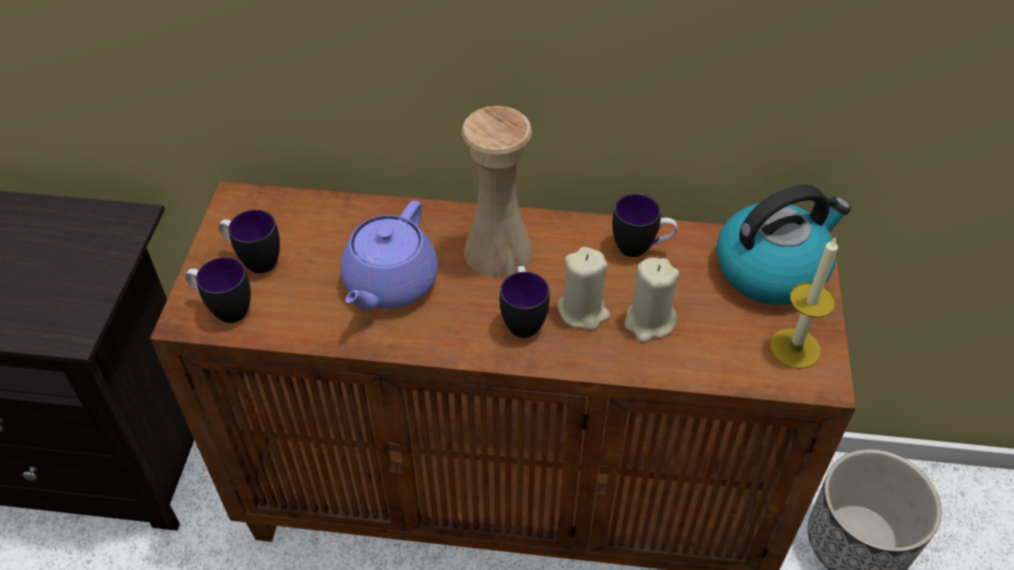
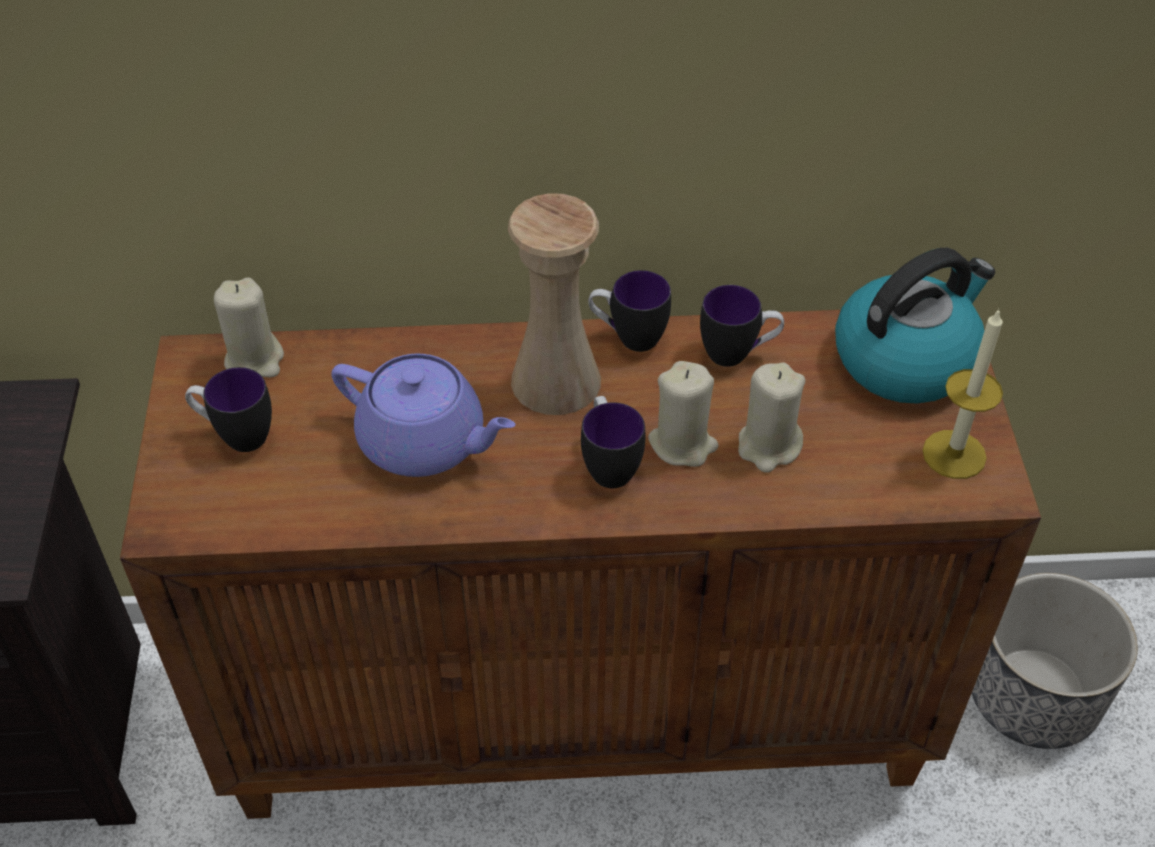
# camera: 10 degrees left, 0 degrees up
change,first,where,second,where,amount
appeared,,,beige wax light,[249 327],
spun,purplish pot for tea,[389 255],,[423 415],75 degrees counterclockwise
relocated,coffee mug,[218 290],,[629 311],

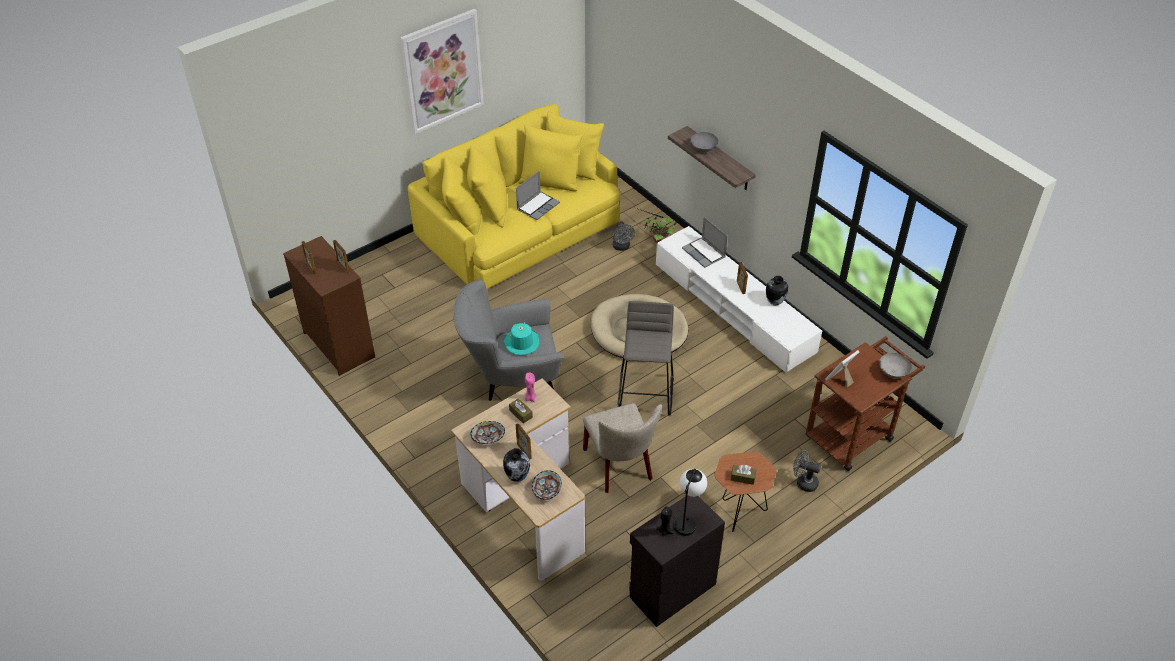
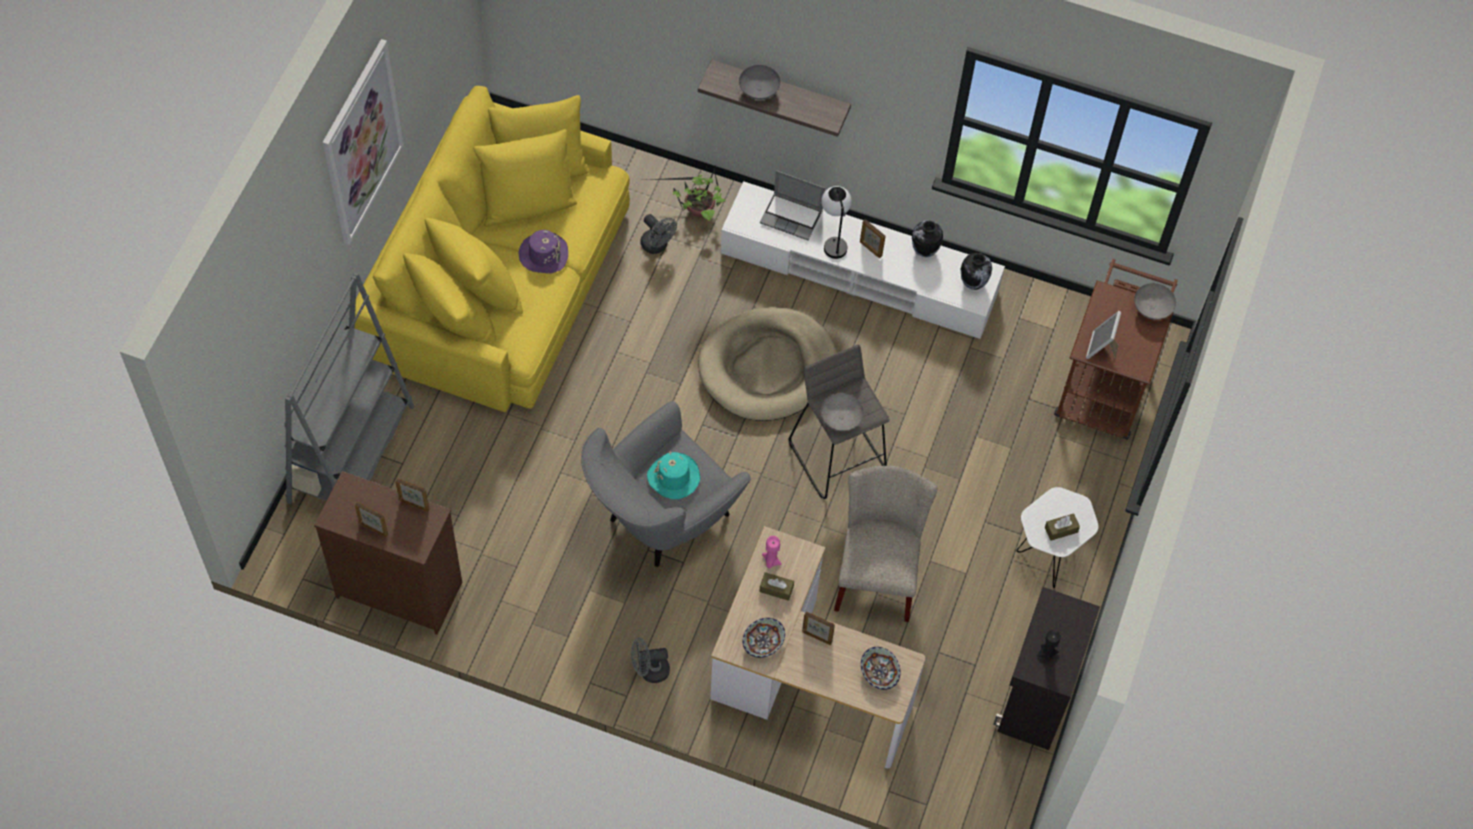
# camera: 35 degrees left, 15 degrees up
change,first,where,second,where,amount
appeared,,,grey bookcase,[349 388],
exchanged,notebook computer,[538 195],purplish clothing hat,[543 252],
relocated,grey cooling fan,[807 471],,[650 660],
relocated,tabletop lamp,[690 502],,[836 222],
appeared,,,grey serving bowl,[842 412],
spun,beige chair,[622 448],,[885 544],120 degrees counterclockwise
relocated,vase,[516 465],,[976 271],
colour,brown-coloured accent table,[746 492],white accent table,[1057 537],

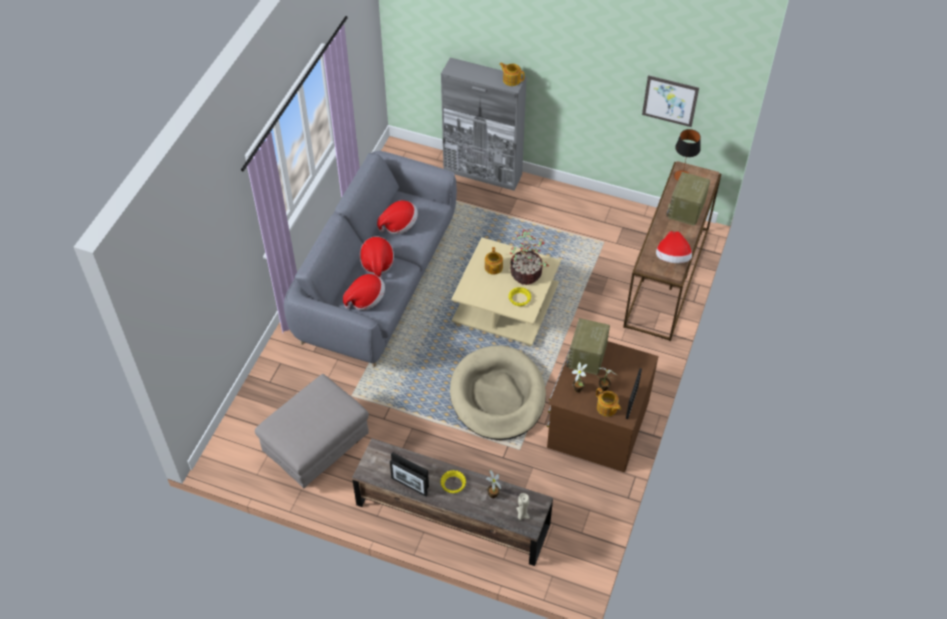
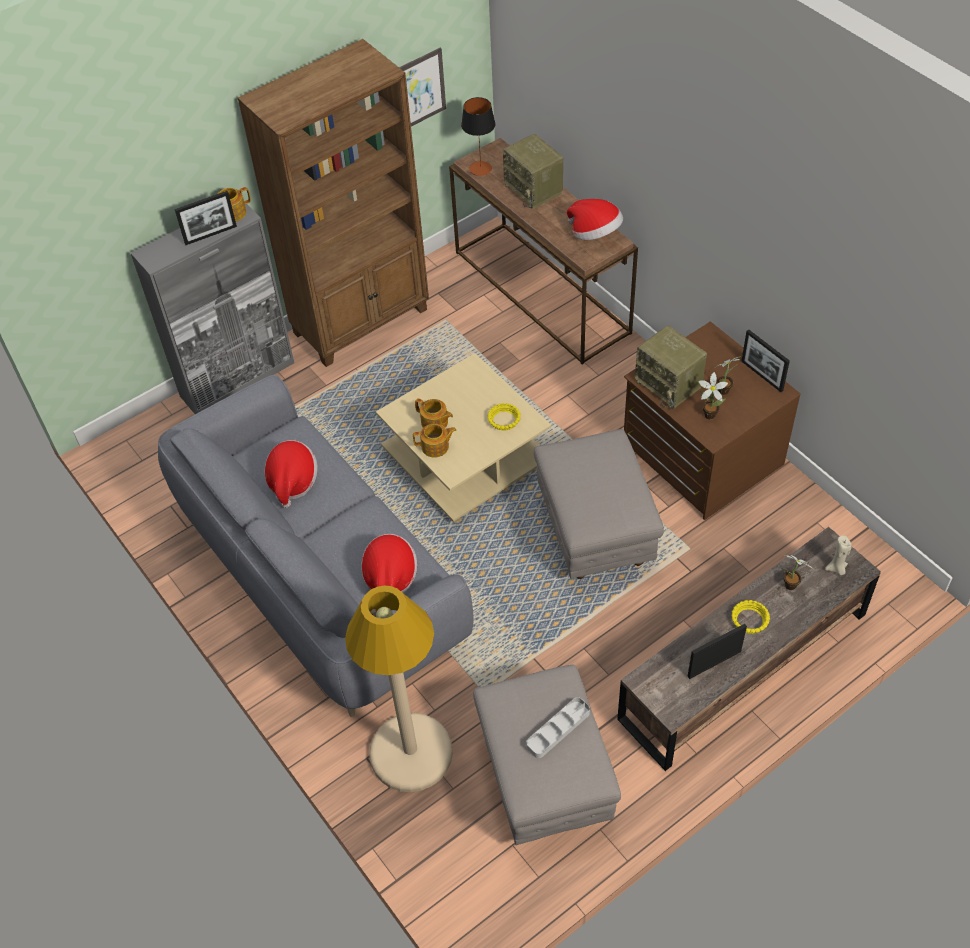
# camera: 55 degrees left, 0 degrees up
change,first,where,second,where,amount
relocated,picture frame,[409 478],,[206 218],
appeared,,,brown-coloured bookcase,[333 203],
appeared,,,beige standard lamp,[399 688],
relocated,pot for tea,[608 402],,[435 440],
appeared,,,grey tray,[558 727],
exchanged,beige dog bed,[498 392],grey ottoman,[599 504],
missing,clothing hat,[377 257],,,
missing,houseplant,[529 257],,,

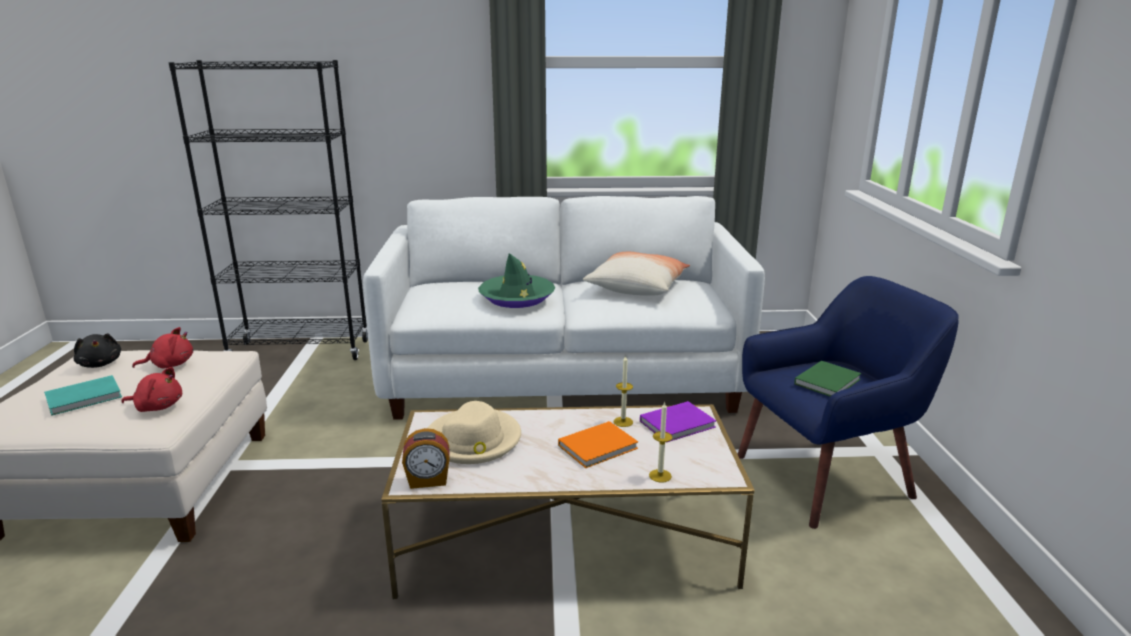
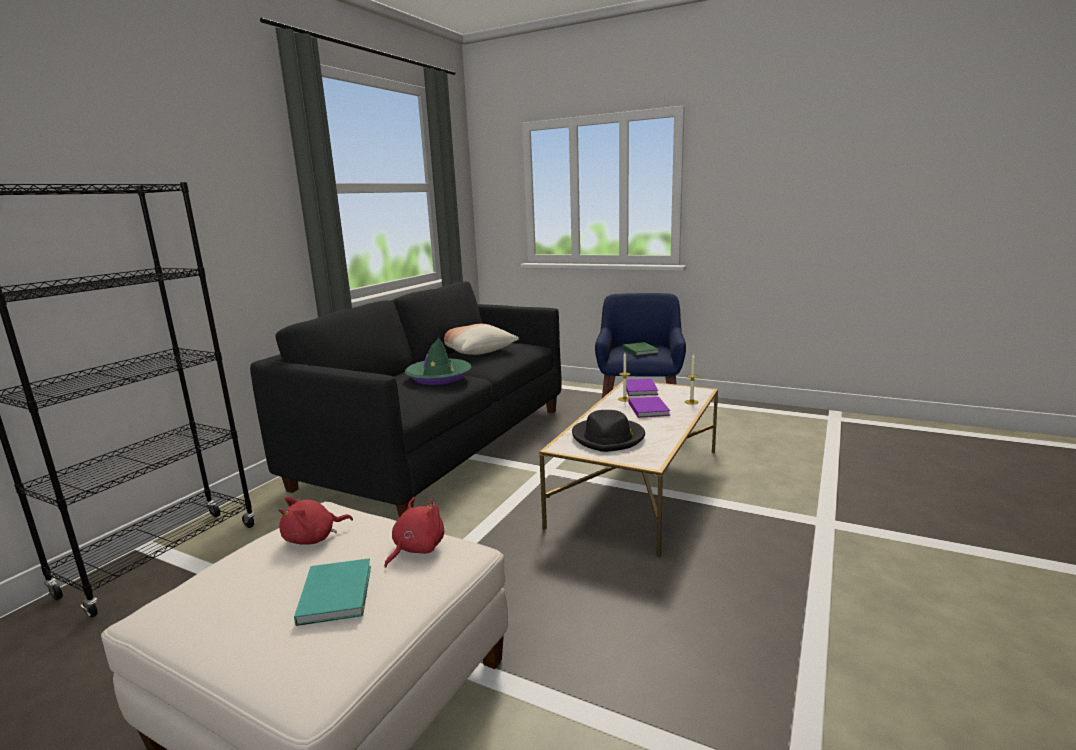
# camera: 60 degrees left, 5 degrees down
change,first,where,second,where,amount
colour,white couch,[564 308],black couch,[406 400],
spun,red plush toy,[162 347],,[315 521],135 degrees counterclockwise
colour,beige clothing hat,[474 432],black clothing hat,[608 431],
colour,orange volume,[598 444],purplish volume,[649 407],
missing,black plush toy,[97 350],,,
missing,bedside clock,[426 458],,,

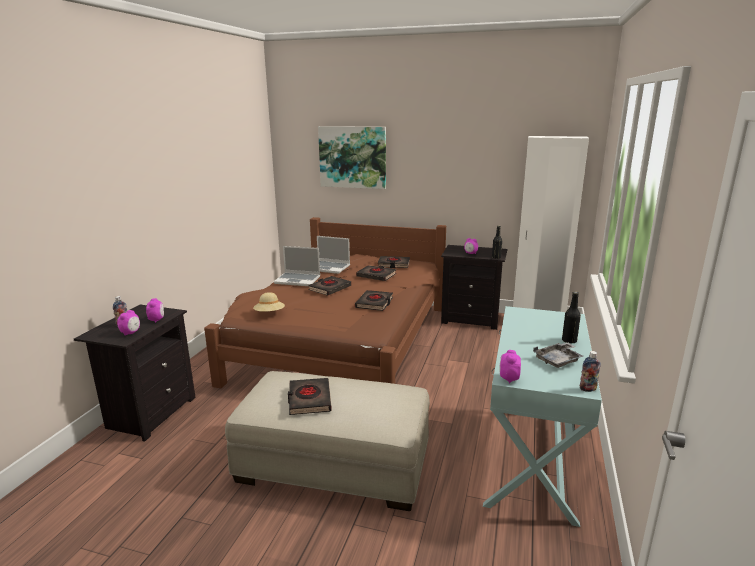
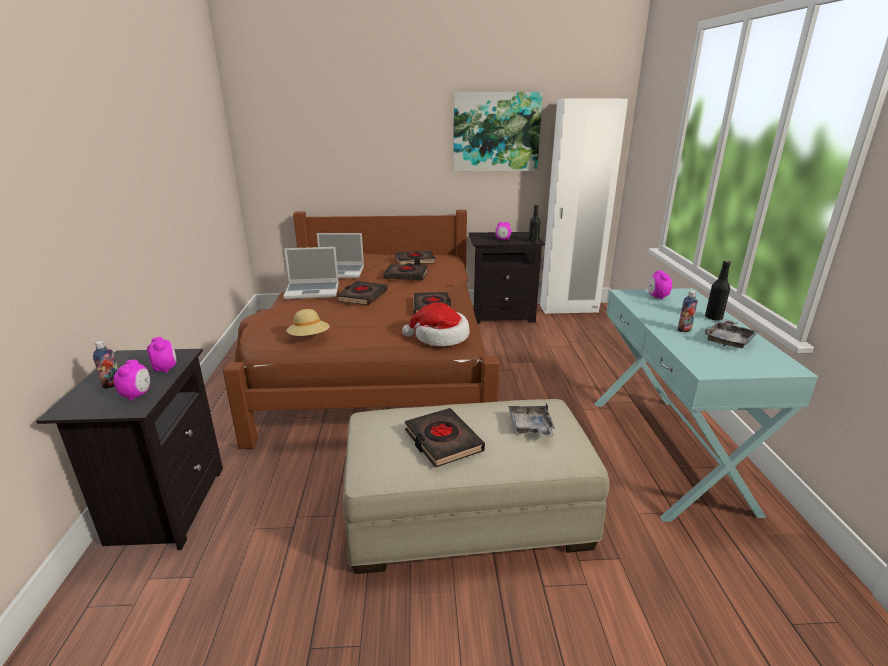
# camera: 20 degrees left, 5 degrees up
change,first,where,second,where,amount
appeared,,,clothing hat,[436 324],
relocated,wall art,[352 157],,[498 131],
appeared,,,grey tray,[531 419],
relocated,bedside clock,[510 367],,[660 285],
relocated,bottle,[590 371],,[687 311],

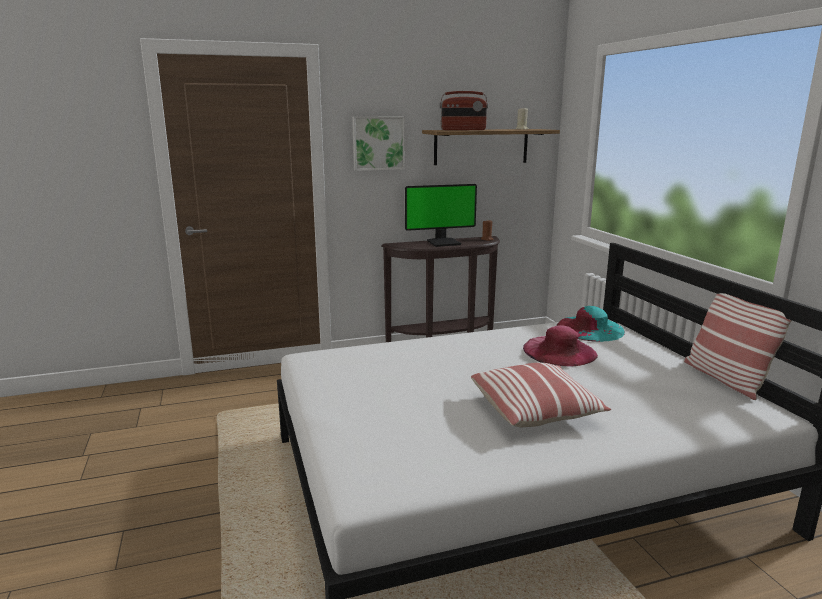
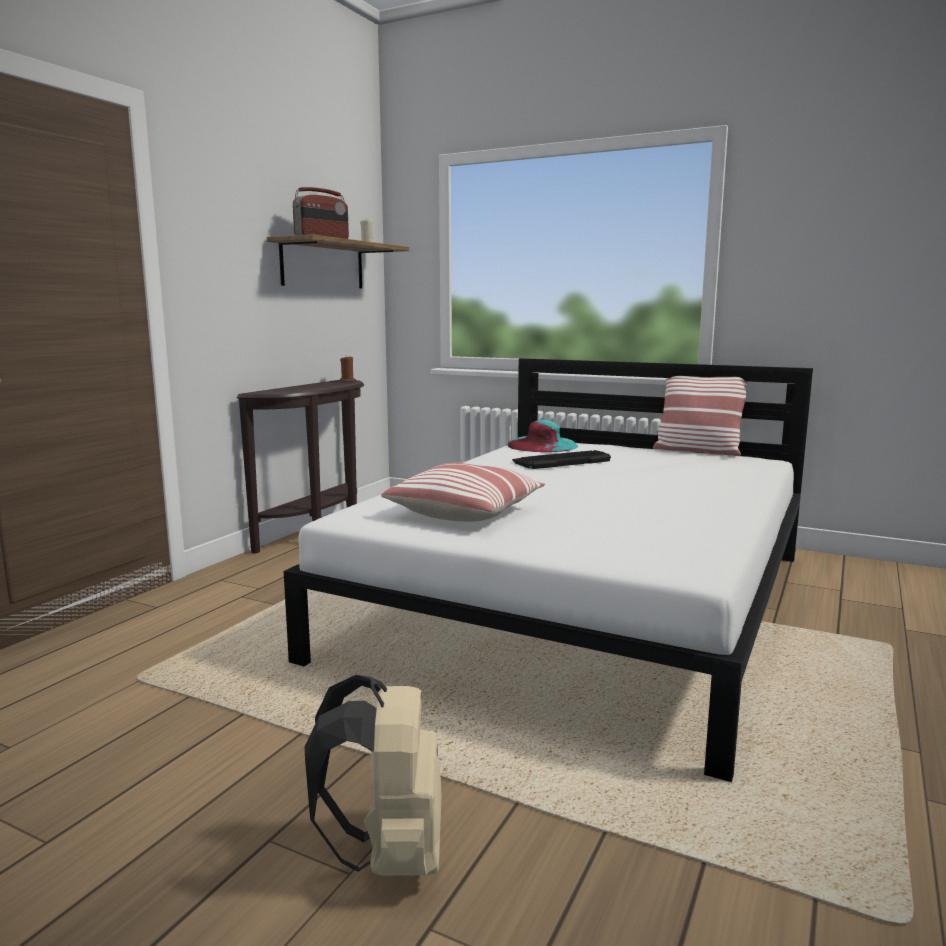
# camera: 45 degrees left, 5 degrees down
change,first,where,second,where,amount
appeared,,,beige knapsack,[373 775],
relocated,cushion,[541 395],,[463 492],
exchanged,pink clothing hat,[560 346],keyboard,[561 459],
missing,wall art,[378 143],,,
missing,computer display,[441 215],,,

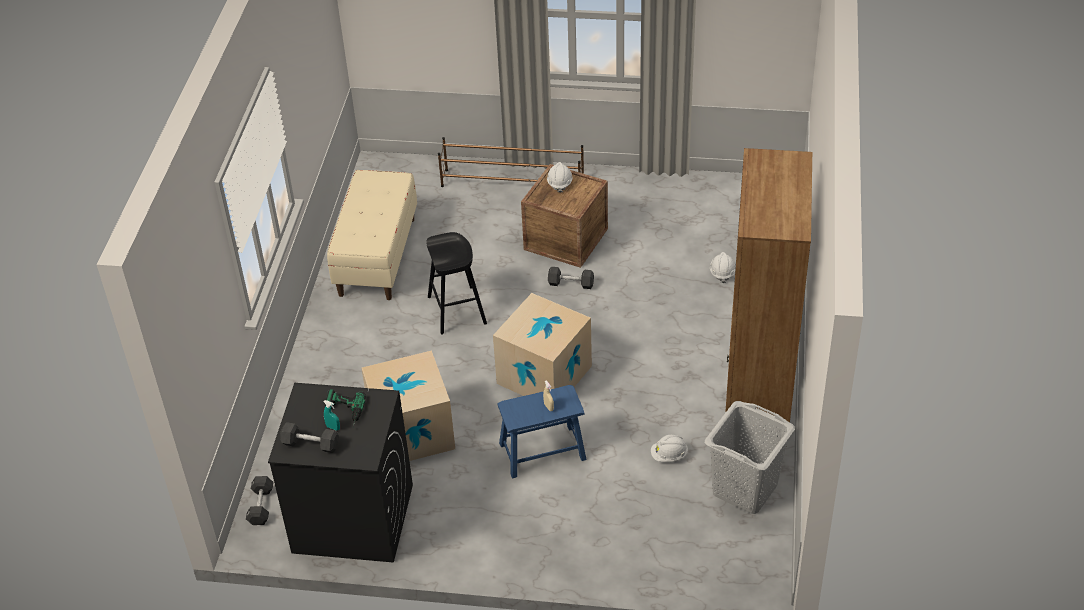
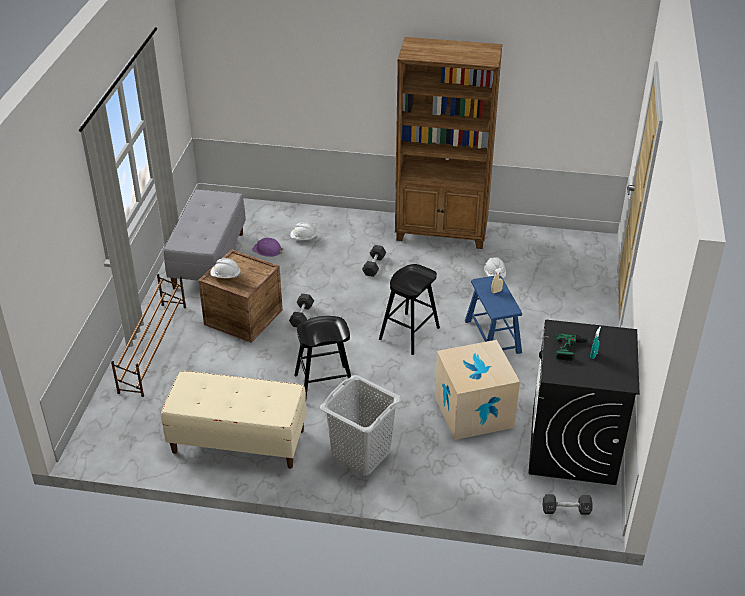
# camera: 90 degrees left, 5 degrees down
change,first,where,second,where,amount
appeared,,,grey long seat,[205 239],
appeared,,,purplish hard hat,[267 247],
relocated,grey hamper,[750 457],,[361 425],
relocated,black hand weight,[309 437],,[374 261],
exchanged,carton,[542 344],black stool seat,[409 309],

